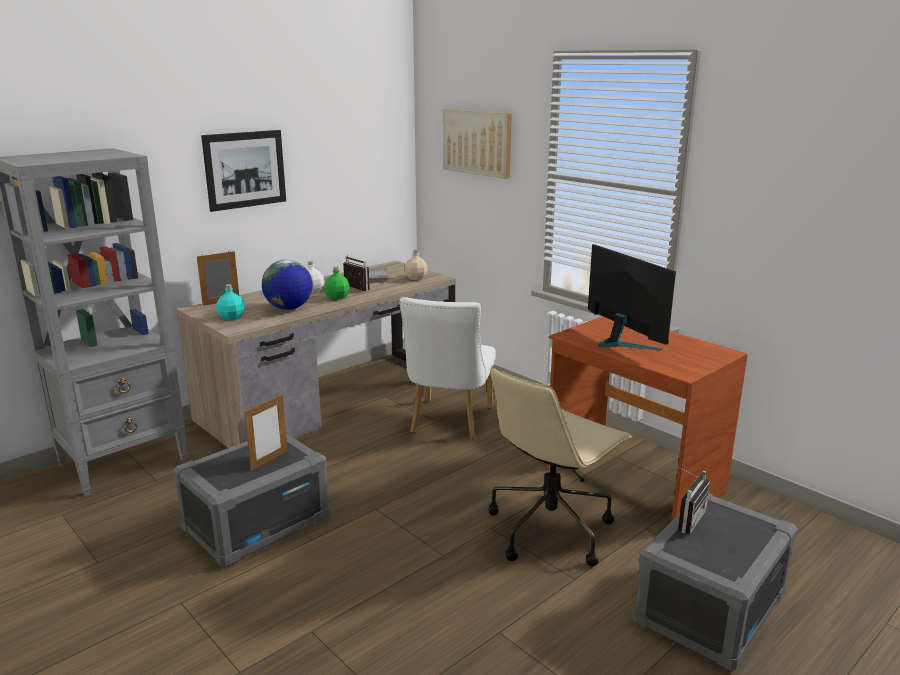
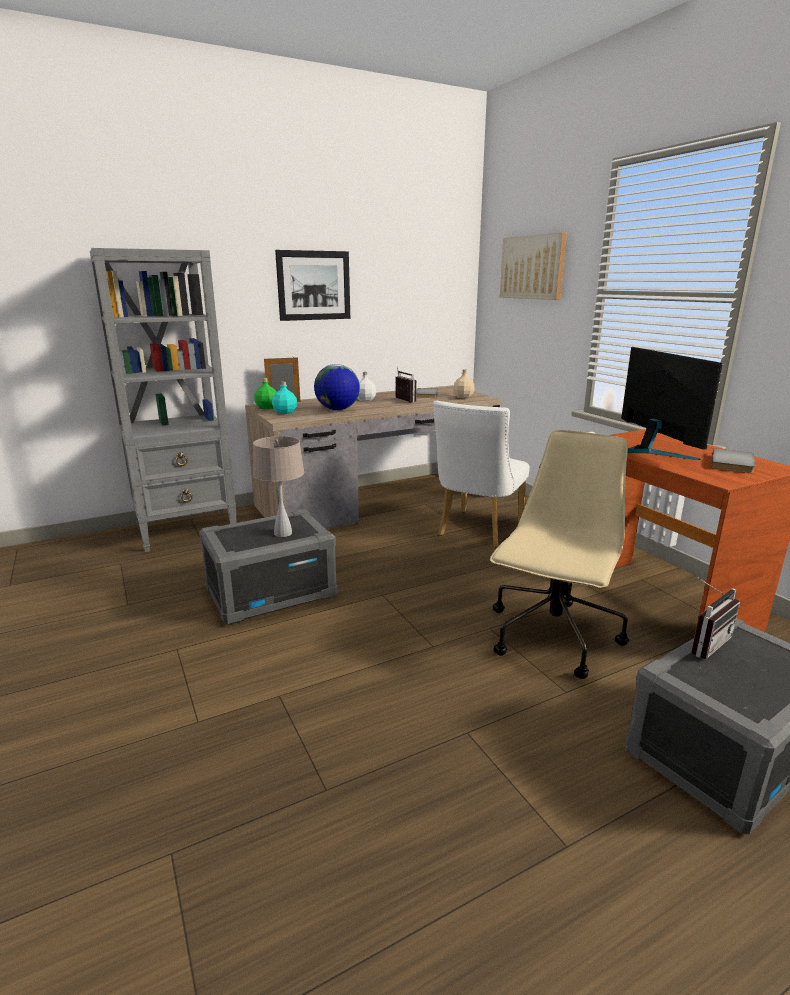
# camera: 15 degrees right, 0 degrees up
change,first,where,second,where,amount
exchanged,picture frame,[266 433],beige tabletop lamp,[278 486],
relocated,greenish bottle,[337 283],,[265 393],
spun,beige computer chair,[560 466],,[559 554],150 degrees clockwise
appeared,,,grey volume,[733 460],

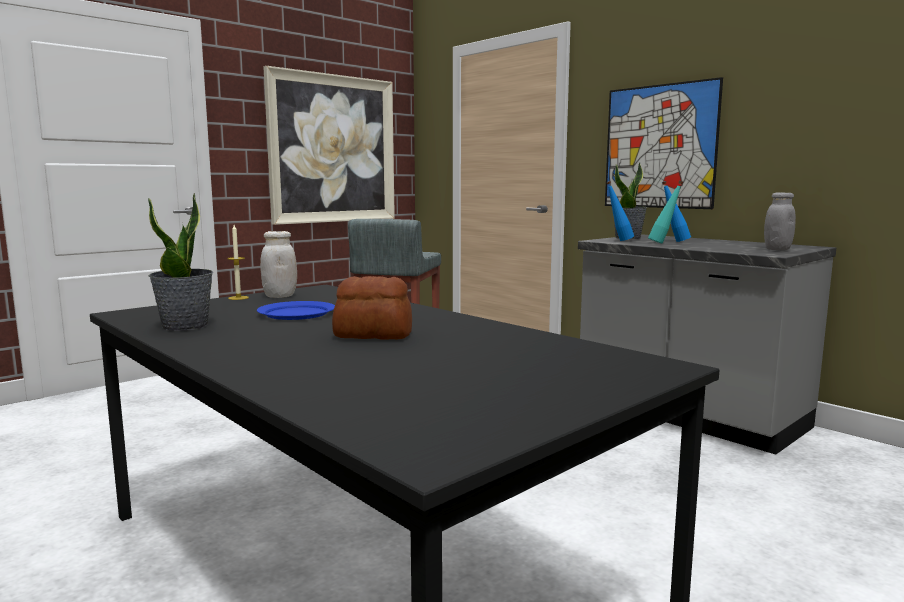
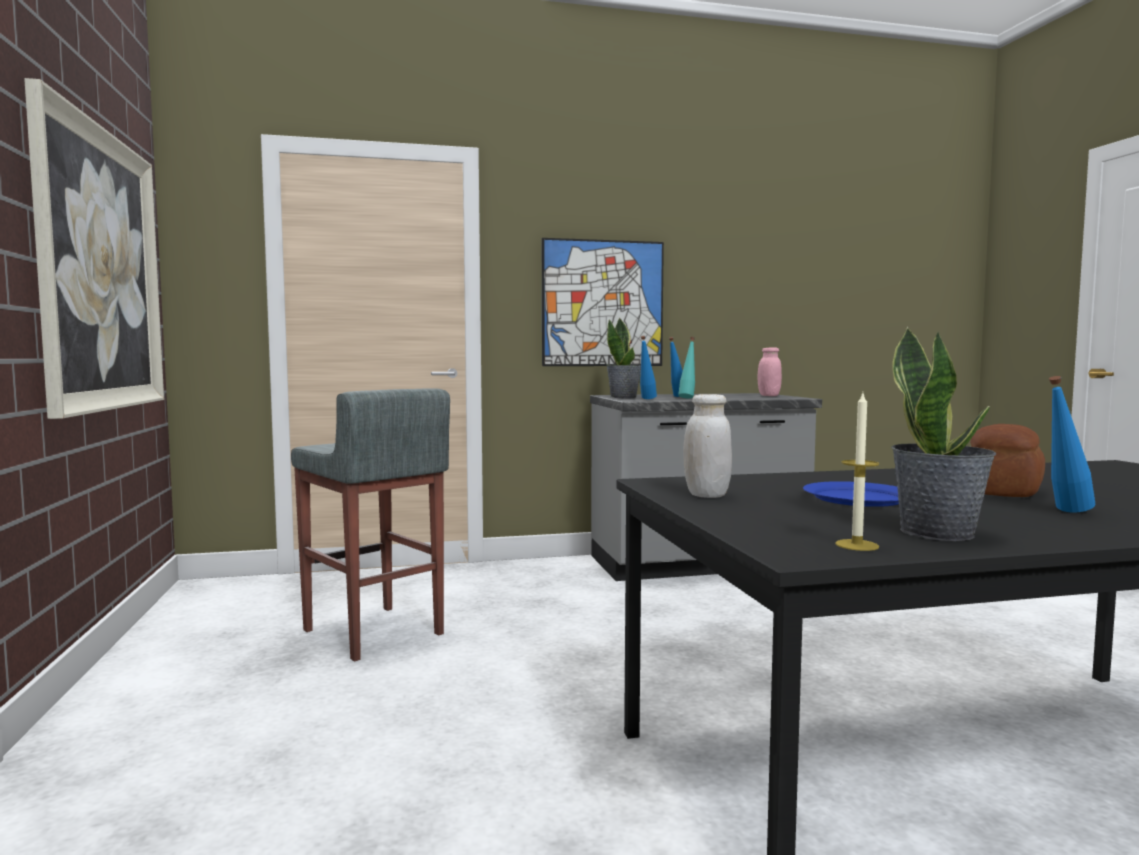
# camera: 60 degrees left, 5 degrees down
change,first,where,second,where,amount
colour,grey preserve jar,[780 221],pink preserve jar,[770 371],
relocated,wax light,[238 262],,[857 472],
appeared,,,blue bottle,[1072 444],

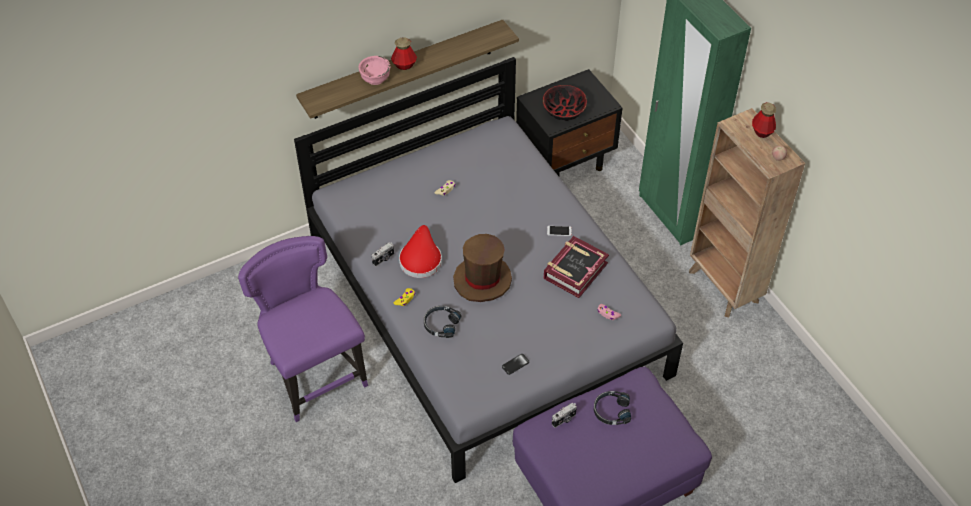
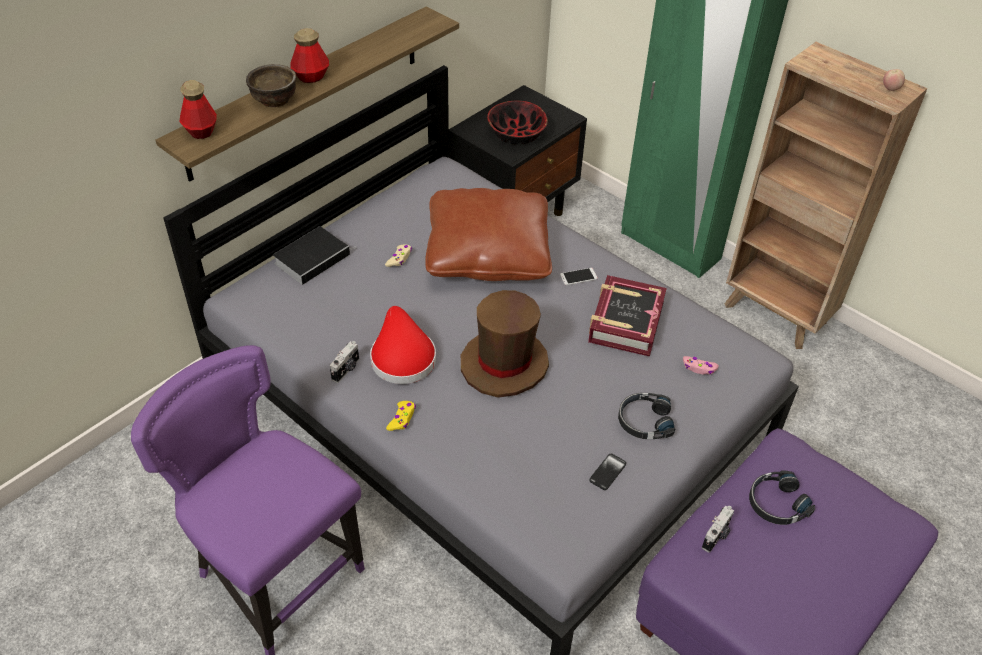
# camera: 20 degrees left, 5 degrees down
change,first,where,second,where,amount
relocated,bottle,[764 120],,[198 109],
colour,pink serving bowl,[374 70],brown-coloured serving bowl,[271 85],
appeared,,,volume,[315 255],
appeared,,,brown-coloured cushion,[488 234],
relocated,black pair of headphones,[442 322],,[646 416],

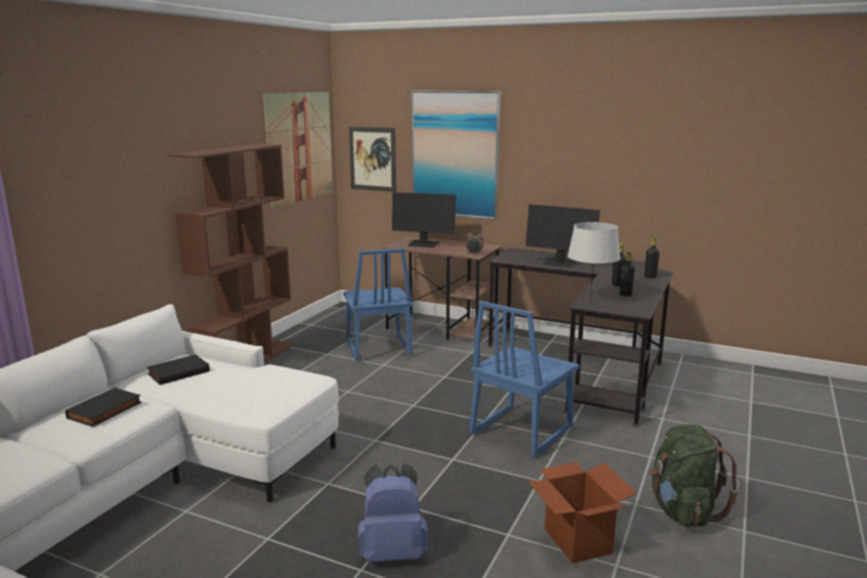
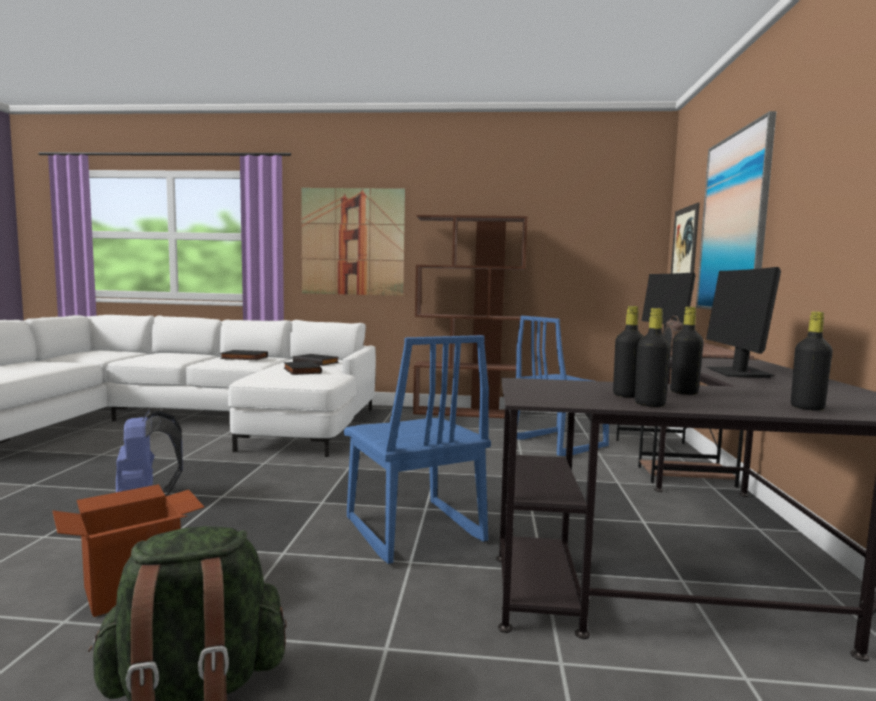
# camera: 70 degrees right, 10 degrees down
change,first,where,second,where,amount
appeared,,,black volume,[303 368],
relocated,wall art,[298 150],,[353 242],
spun,blue chair,[524 379],,[417 449],135 degrees counterclockwise
appeared,,,black bottle,[653 357],
missing,grey tabletop lamp,[593 262],,,

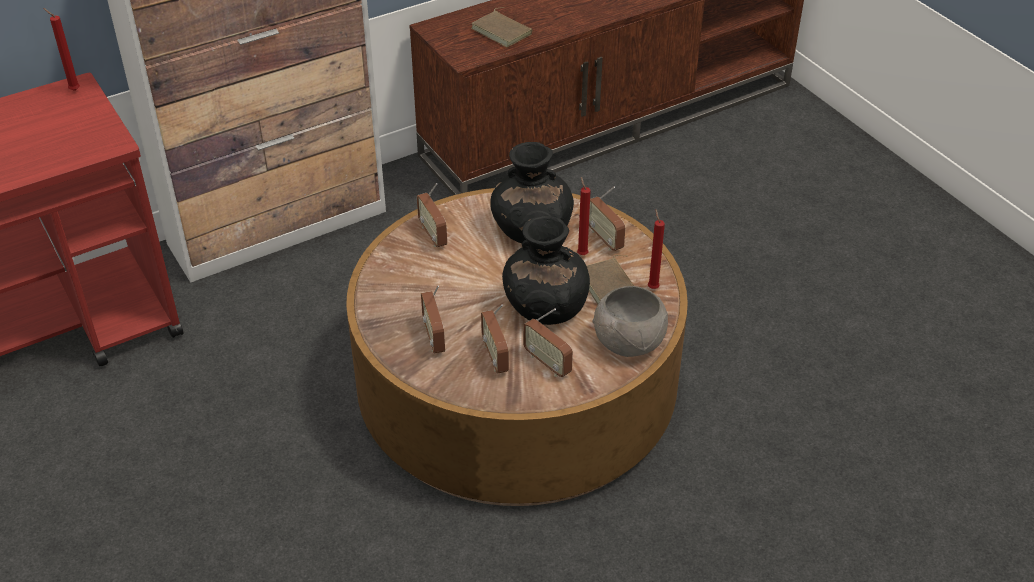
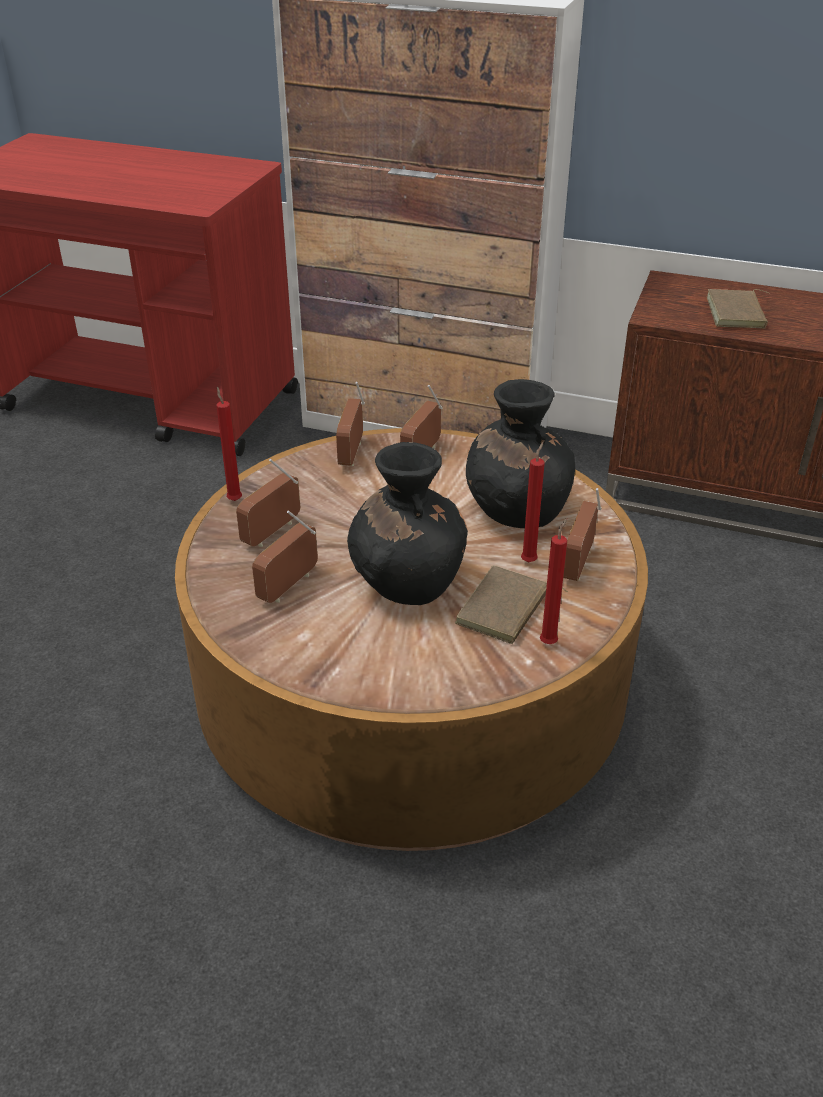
# camera: 50 degrees right, 5 degrees down
change,first,where,second,where,amount
relocated,red wax light,[61 49],,[229 443],
relocated,radio set,[548 343],,[350 424],
missing,grey serving bowl,[630 321],,,

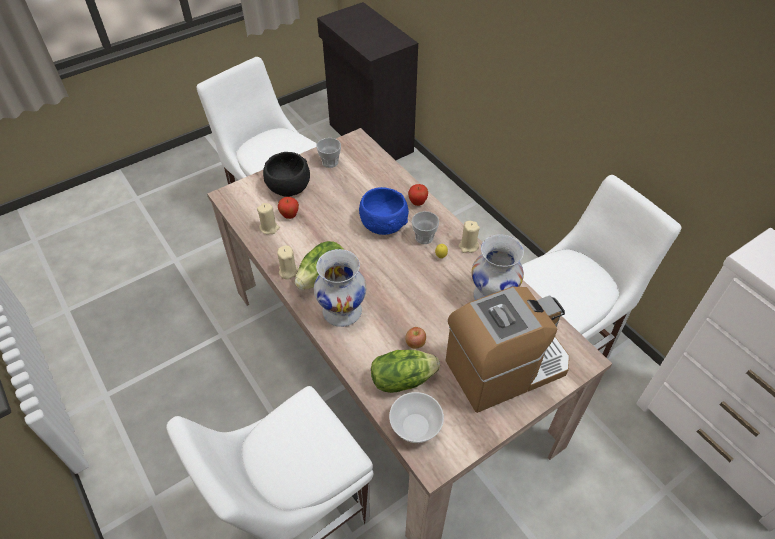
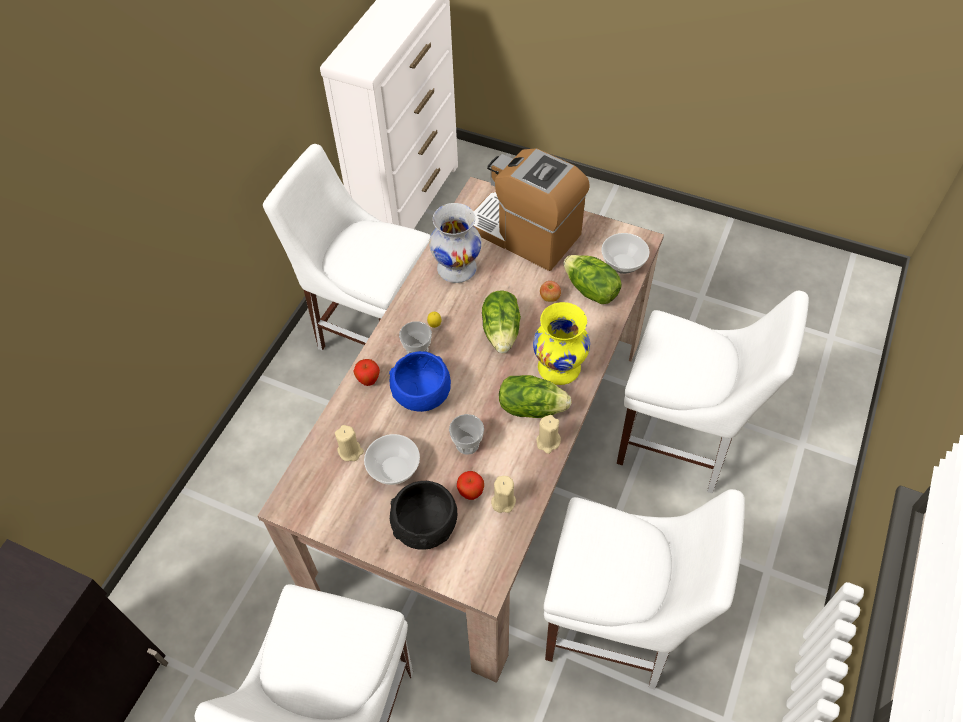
# camera: 120 degrees left, 5 degrees up
change,first,where,second,where,amount
relocated,beige wax light,[469 237],,[349 443],
appeared,,,serving bowl,[392 459],
relocated,cup,[328 153],,[466 434],
appeared,,,lettuce,[501 321],
colour,white vase,[340 288],yellow-coloured vase,[561 343],
appeared,,,white chair,[644 589],

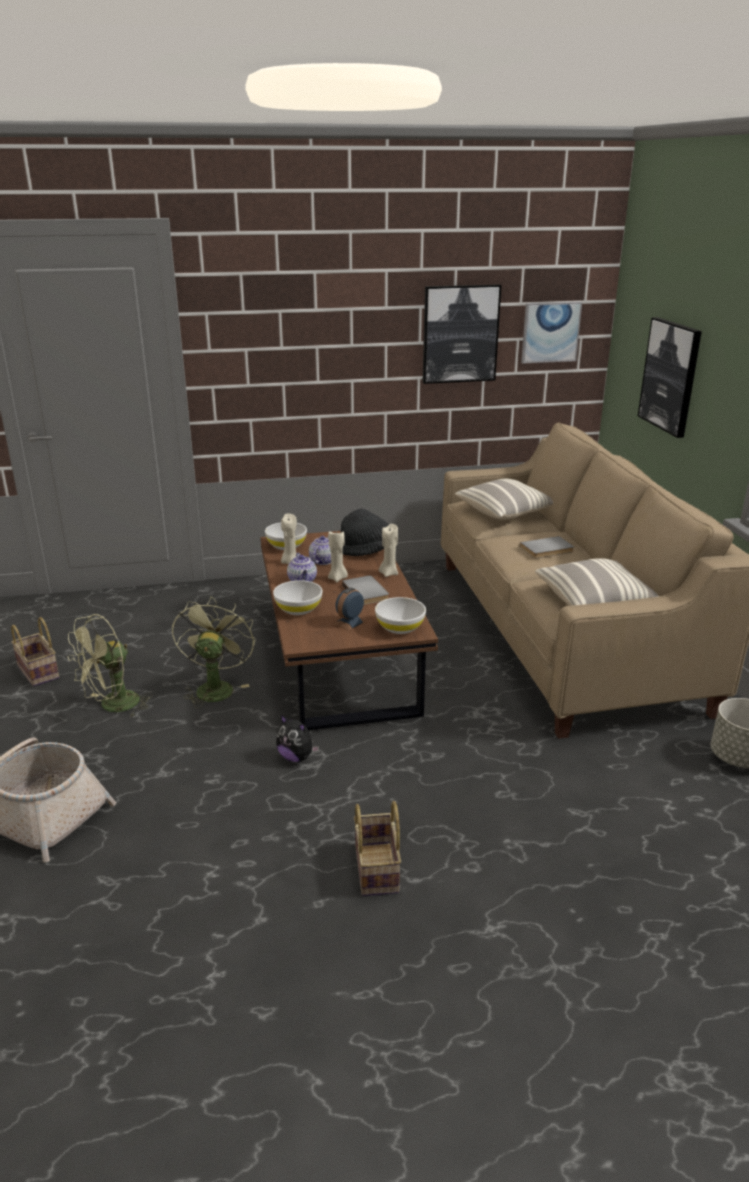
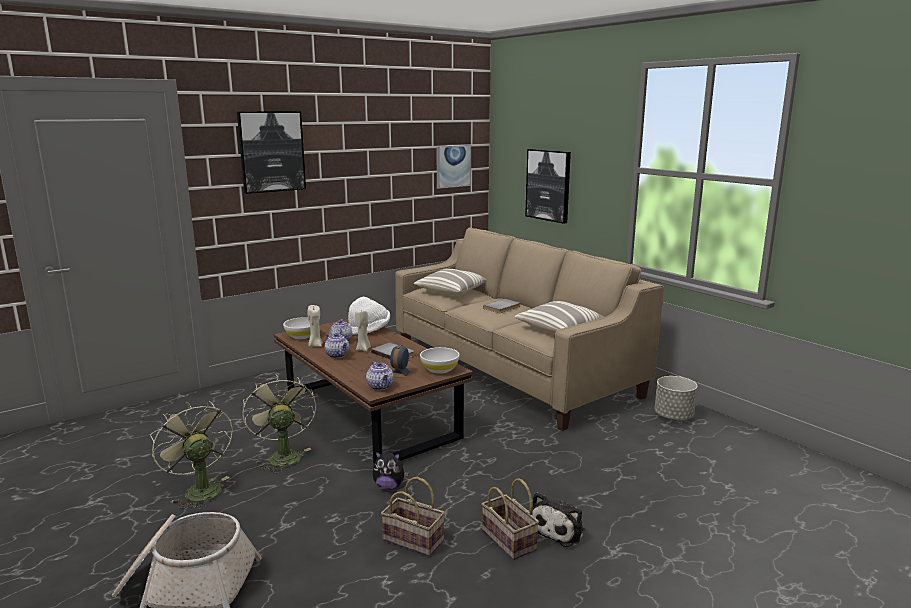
# camera: 25 degrees left, 10 degrees down
change,first,where,second,where,amount
spun,greenish cooling fan,[109 665],,[191 455],120 degrees clockwise
relocated,wall art,[462 334],,[271 152],
colour,black clothing hat,[365 532],white clothing hat,[369 316],
appeared,,,pot for tea,[380 375],
relocated,basket,[35 652],,[413 517],
appeared,,,plush toy,[558 519],
missing,white serving bowl,[297 597],,,
missing,beige wax light,[388 550],,,

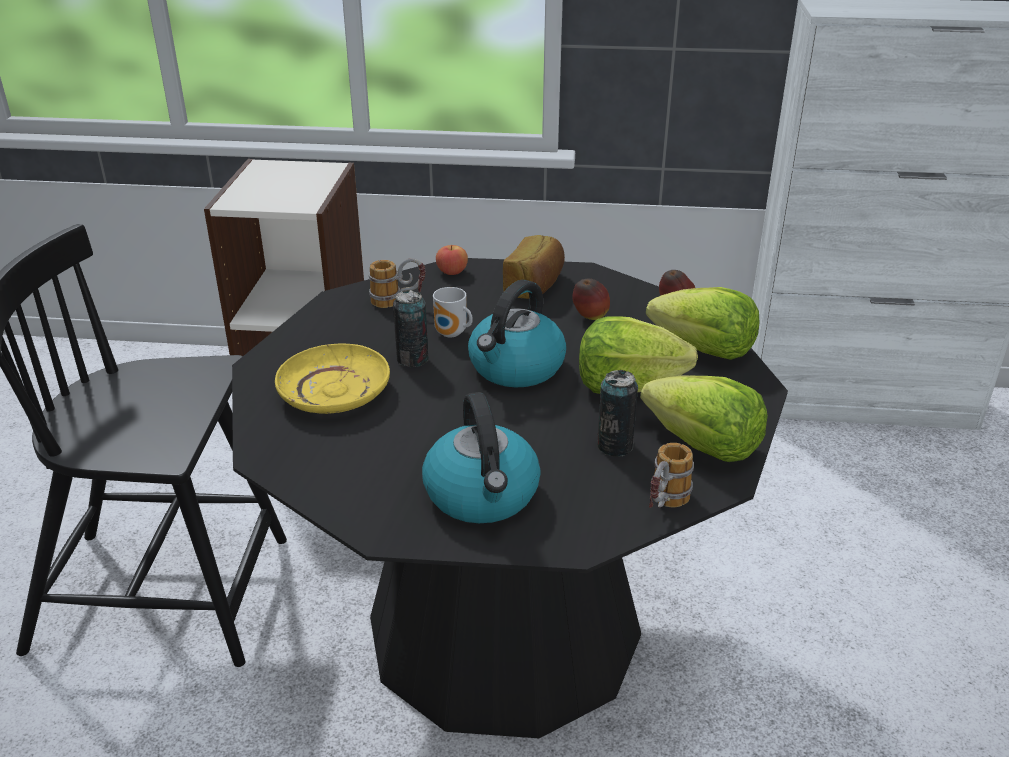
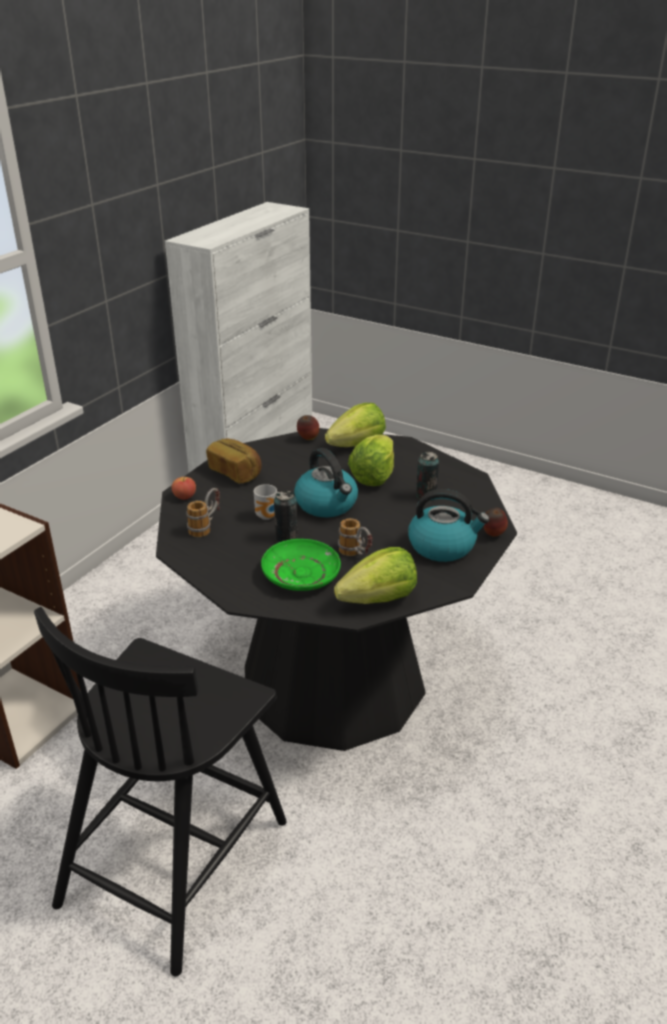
# camera: 65 degrees left, 0 degrees up
change,first,where,second,where,amount
colour,yellow-coloured flat dish,[332 378],greenish flat dish,[301 565],
relocated,lettuce,[704 418],,[375 575],
relocated,coffee mug,[671 475],,[355 537],
relocated,apple,[591 299],,[496 522],

